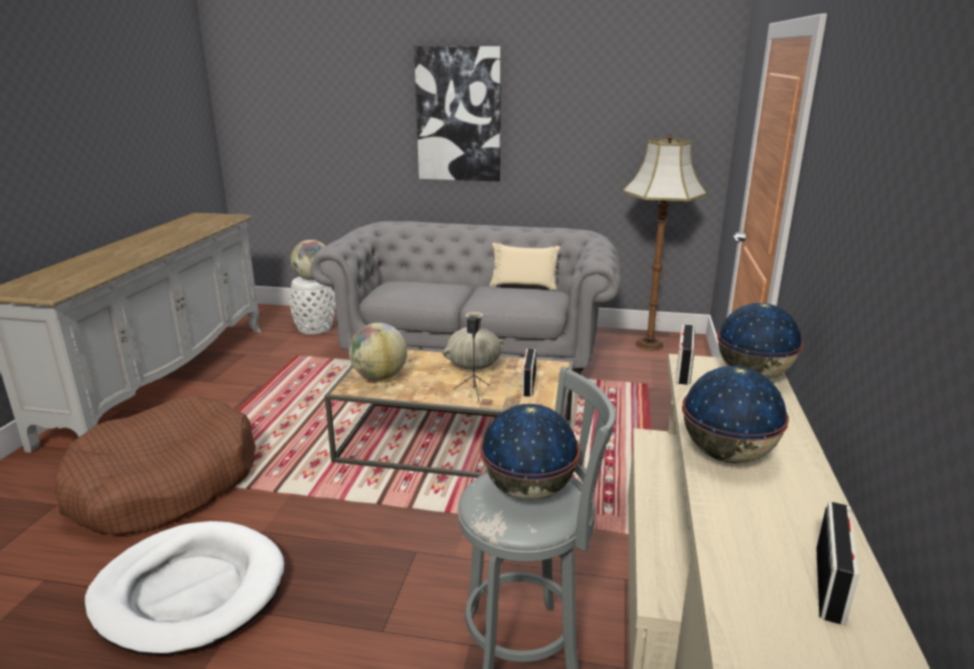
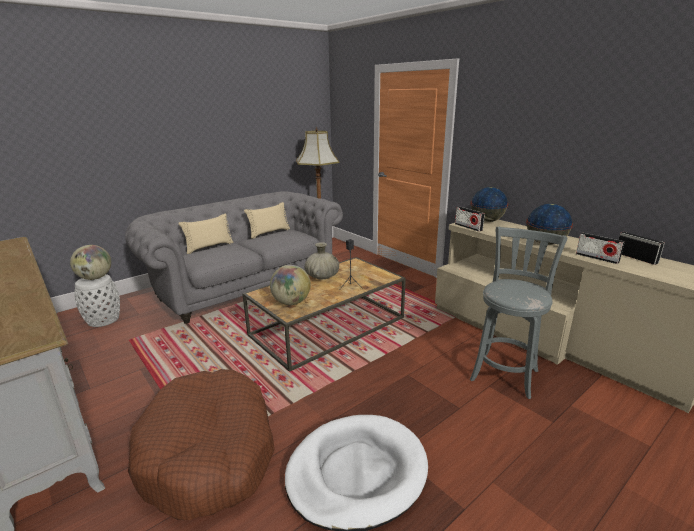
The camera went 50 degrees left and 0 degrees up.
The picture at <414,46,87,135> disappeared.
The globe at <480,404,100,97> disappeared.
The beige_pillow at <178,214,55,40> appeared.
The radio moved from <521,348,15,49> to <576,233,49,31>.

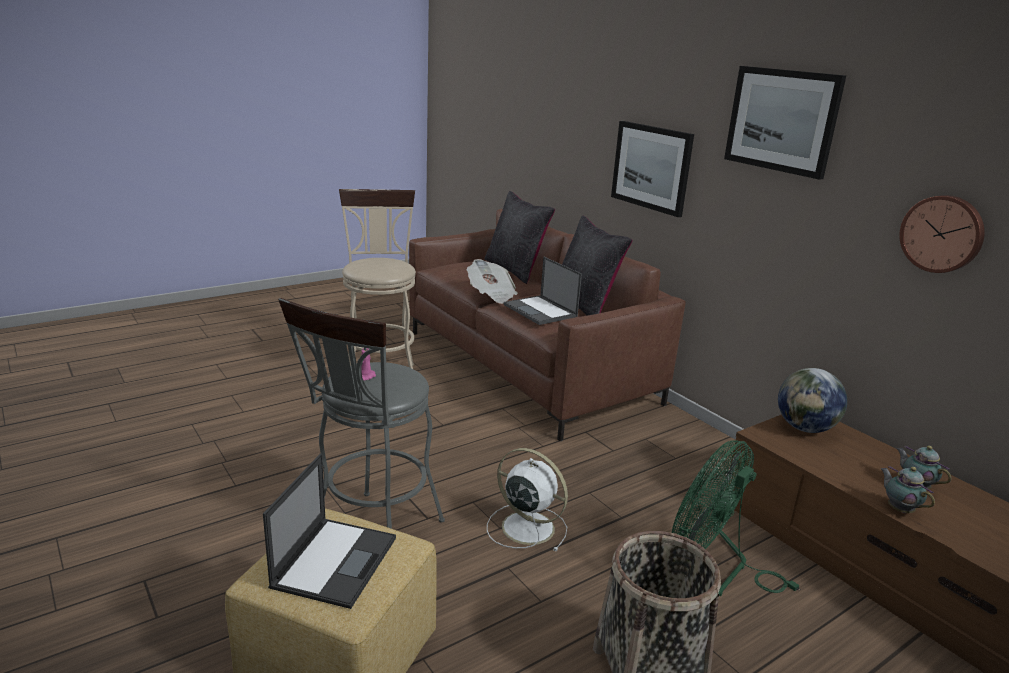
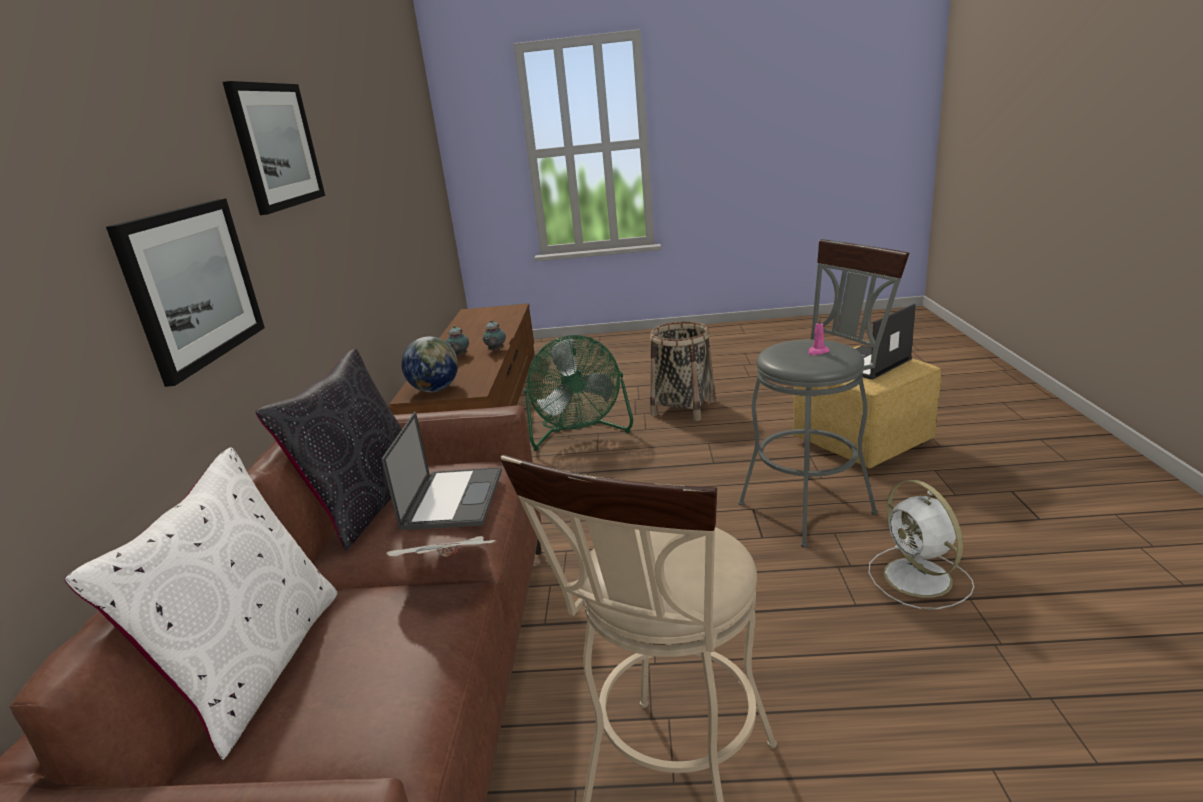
The camera went 140 degrees left and 0 degrees up.
The wall_clock at <899,195,86,78> disappeared.
The white_fan moved from <487,448,81,103> to <869,480,105,129>.
The black_pillow at <484,191,71,93> became the white_pillow at <65,447,273,313>.

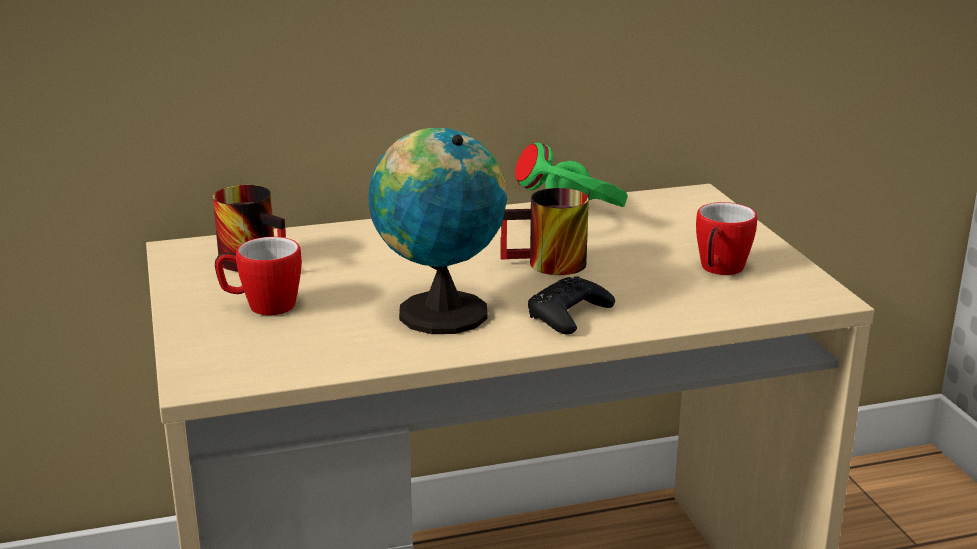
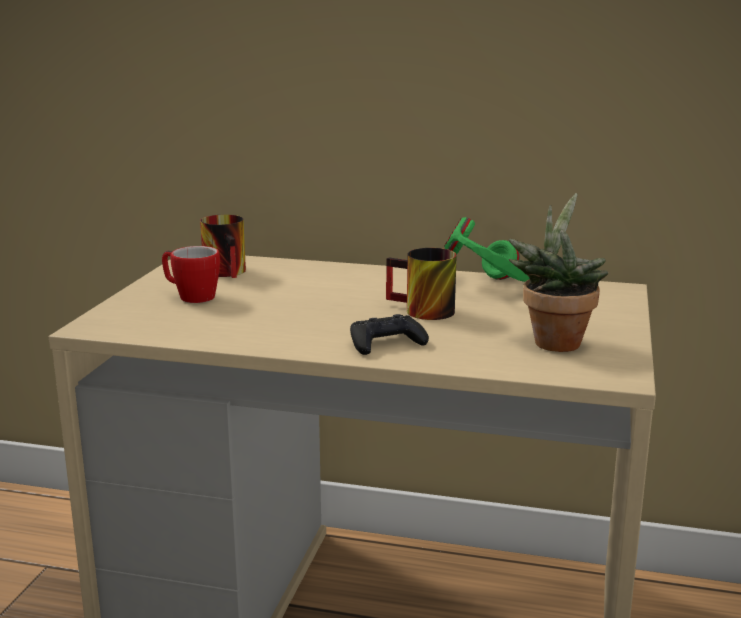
The camera went 30 degrees right and 5 degrees down.
The globe at <368,128,139,206> disappeared.
The mug at <696,202,61,73> was replaced by the potted_plant at <508,193,100,159>.

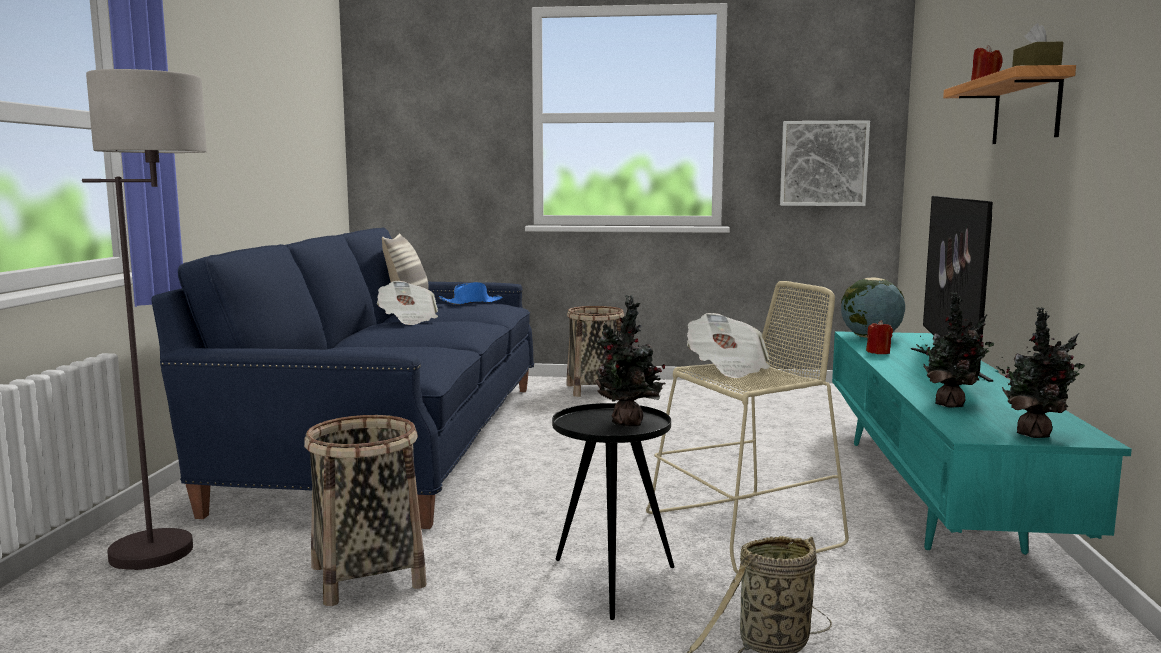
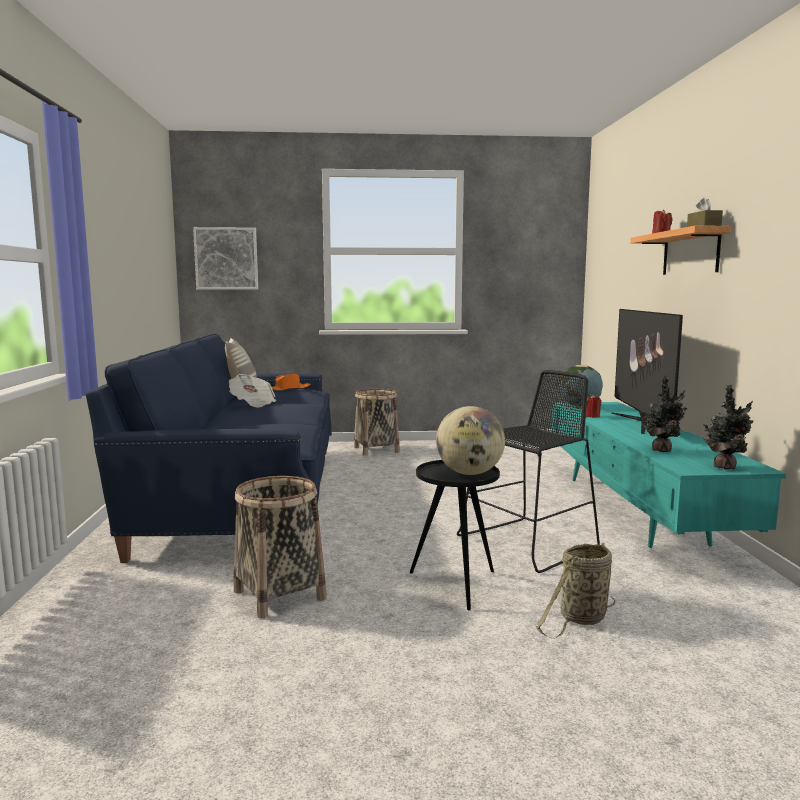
The camera went 10 degrees left and 0 degrees up.
The grey_floor_lamp at <82,69,125,501> disappeared.
The newspaper at <687,313,83,65> disappeared.
The picture moved from <780,120,90,86> to <193,227,65,63>.
The potted_plant at <595,295,71,132> was replaced by the globe at <436,406,69,69>.
The blue_hat at <439,282,64,23> became the orange_hat at <271,374,40,17>.
The beige_stool at <646,281,203,292> became the black_stool at <457,370,143,203>.

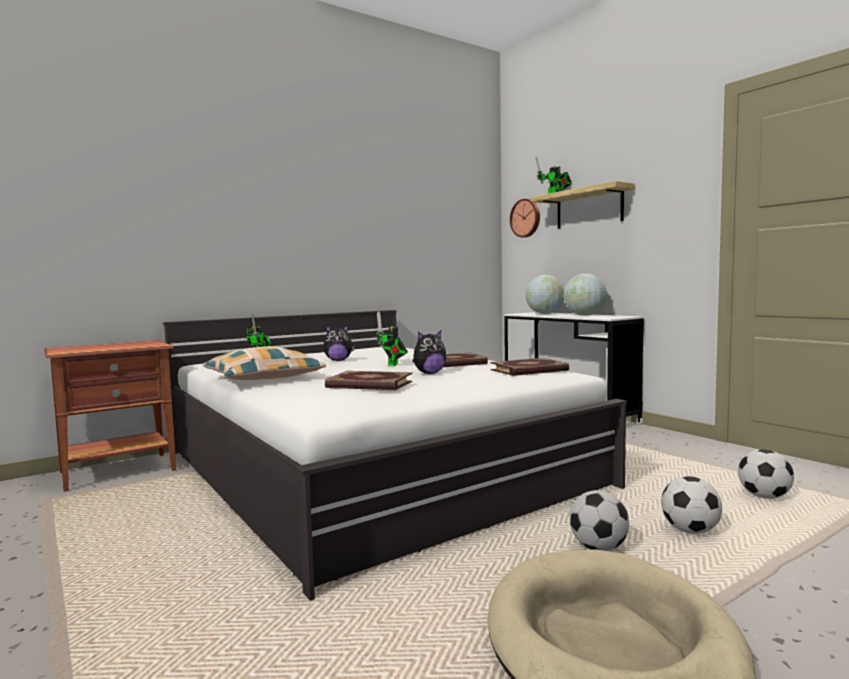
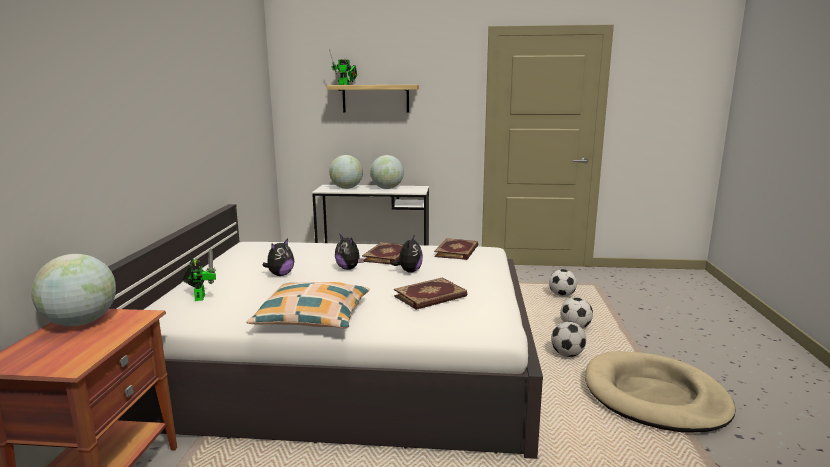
The camera went 50 degrees left and 10 degrees up.
The wall_clock at <510,199,30,39> disappeared.
The globe at <31,254,85,72> appeared.
The toy_robot at <377,311,31,55> was replaced by the plush_toy at <335,234,29,36>.

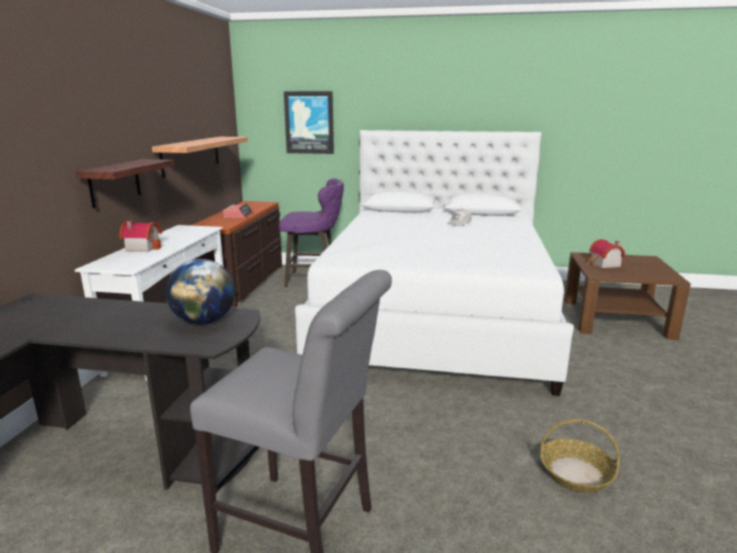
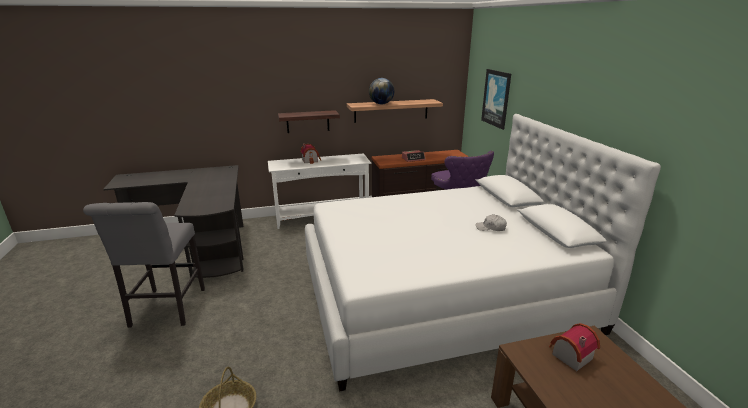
The camera went 65 degrees right and 5 degrees up.
The globe moved from <166,259,69,65> to <369,78,25,26>.

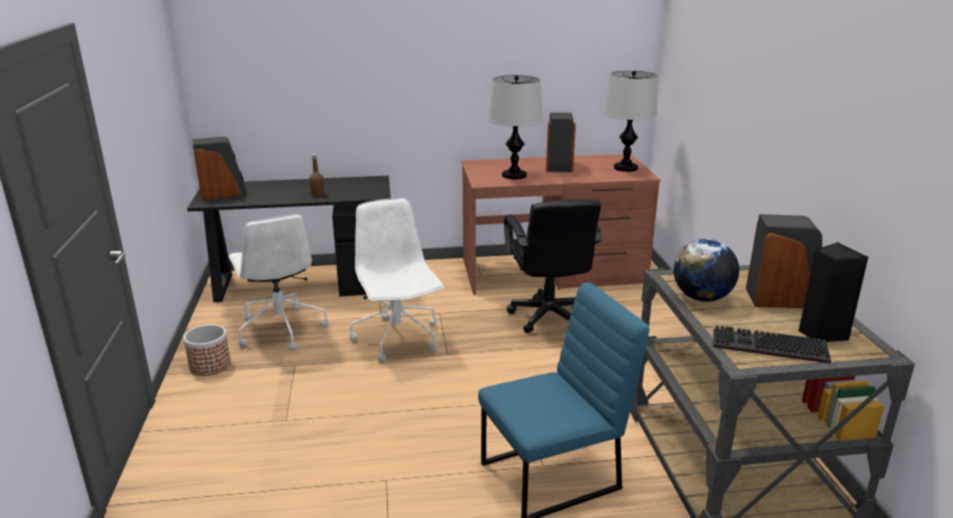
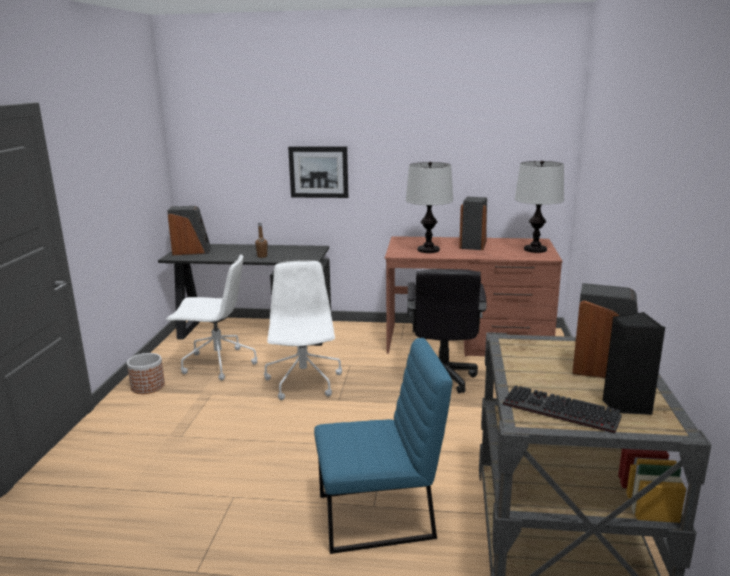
The camera went 15 degrees right and 5 degrees down.
The globe at <673,239,66,63> disappeared.
The picture at <288,146,60,52> appeared.
The white_office_chair at <229,214,99,137> turned 75 degrees counterclockwise.

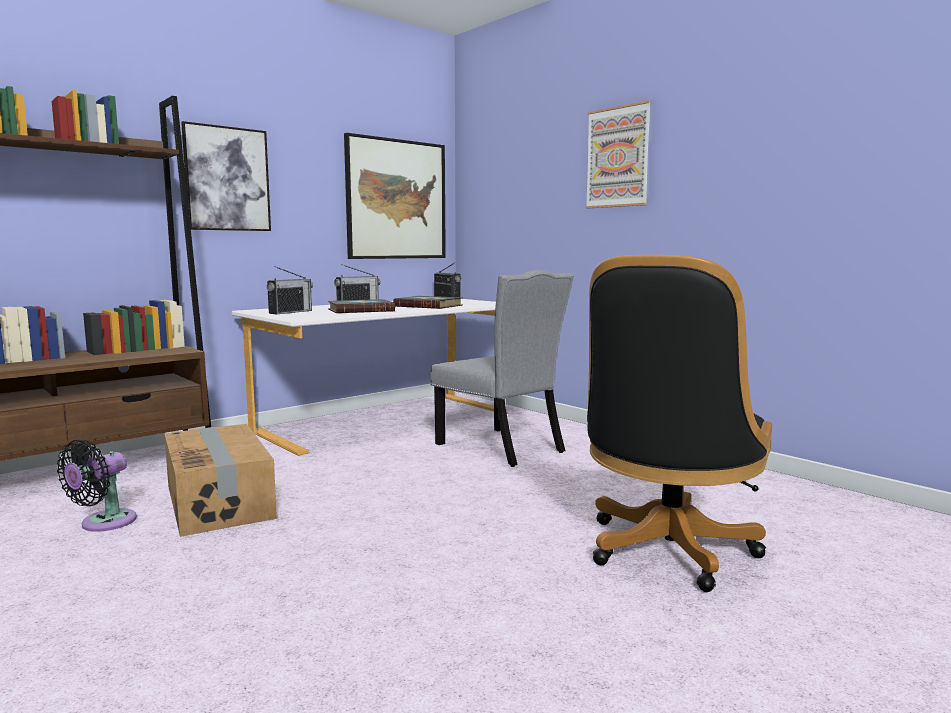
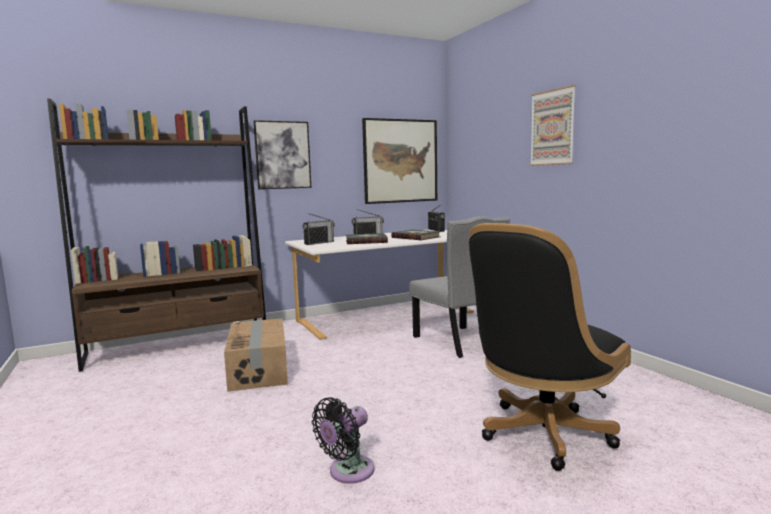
The camera went 15 degrees right and 0 degrees up.
The black_fan moved from <57,440,80,92> to <312,397,63,87>.

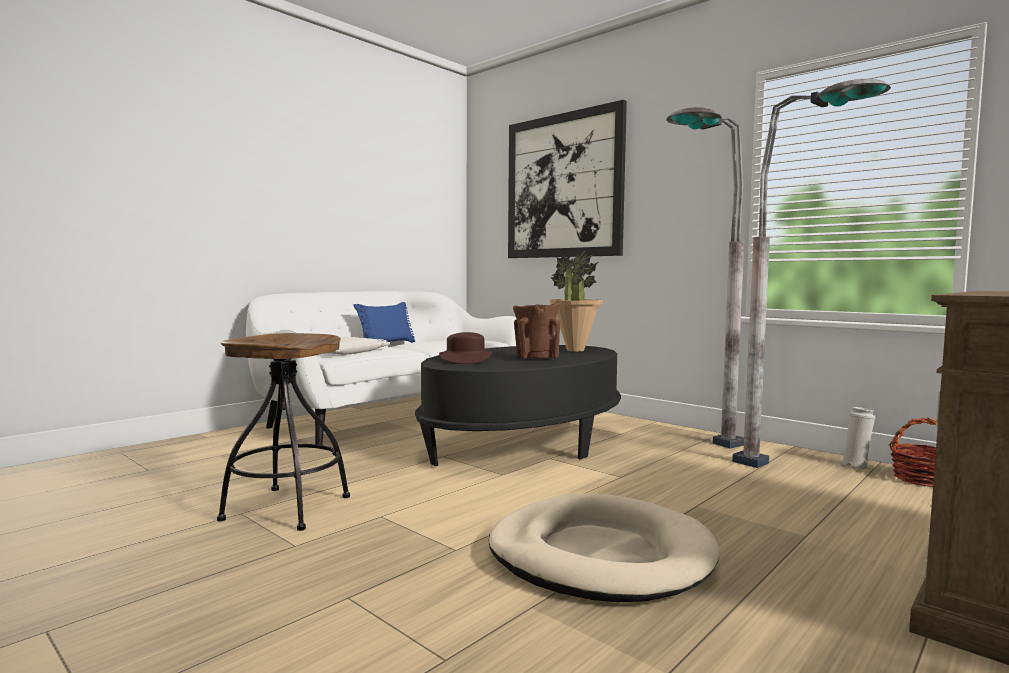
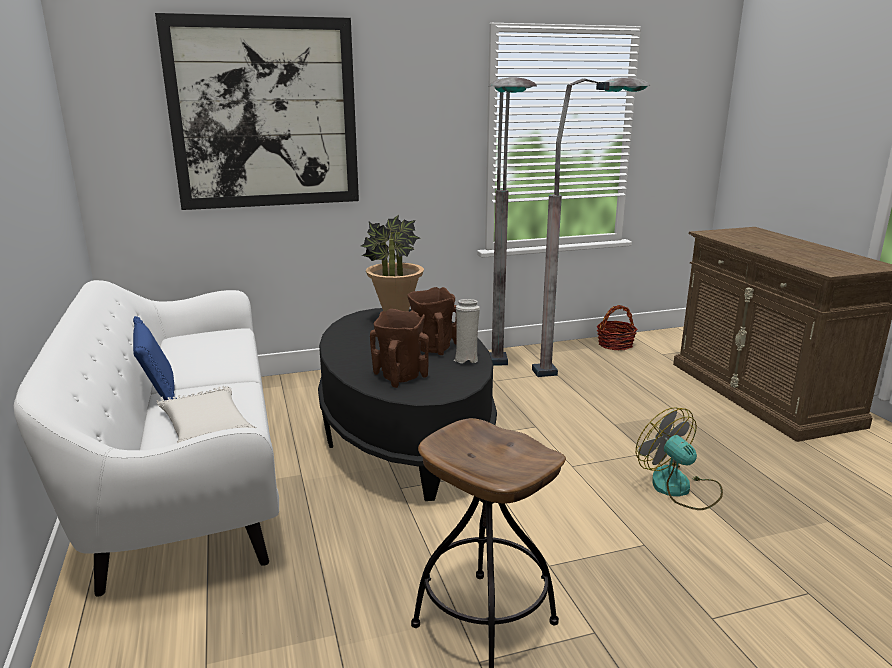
The camera went 60 degrees left and 15 degrees up.
The white_vase moved from <842,407,33,62> to <454,299,26,64>.
The brown_hat at <439,332,53,32> was replaced by the brown_vase at <370,309,59,79>.
The beige_dog_bed at <489,493,231,109> was replaced by the fan at <636,407,87,103>.

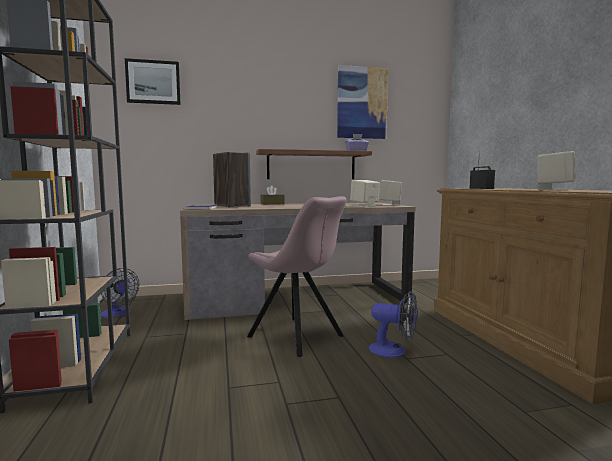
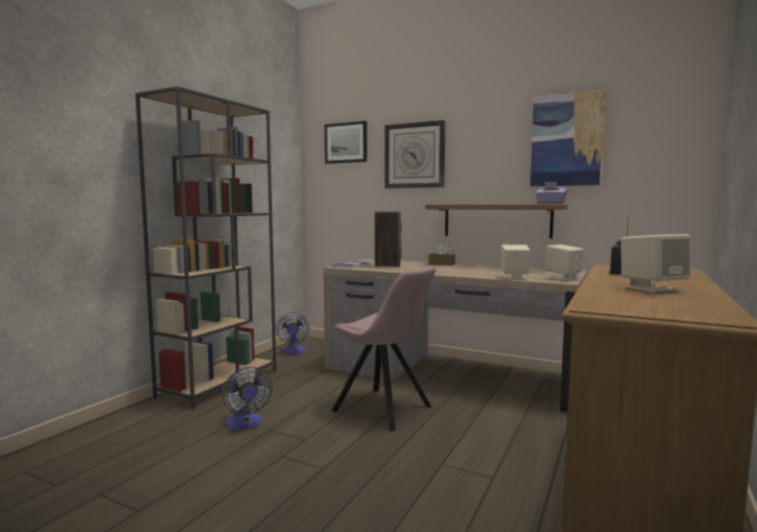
The camera went 40 degrees right and 0 degrees up.
The wall_clock at <385,120,60,68> appeared.
The fan moved from <369,291,48,67> to <222,367,51,62>.
The pink_chair at <247,196,99,161> turned 45 degrees counterclockwise.

